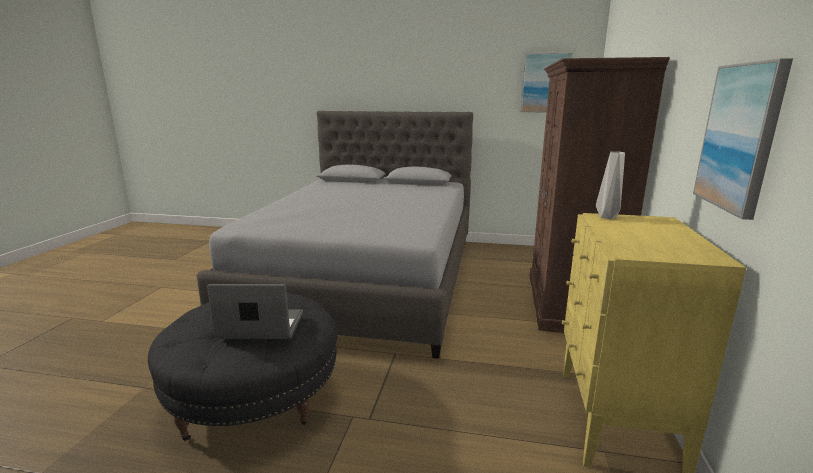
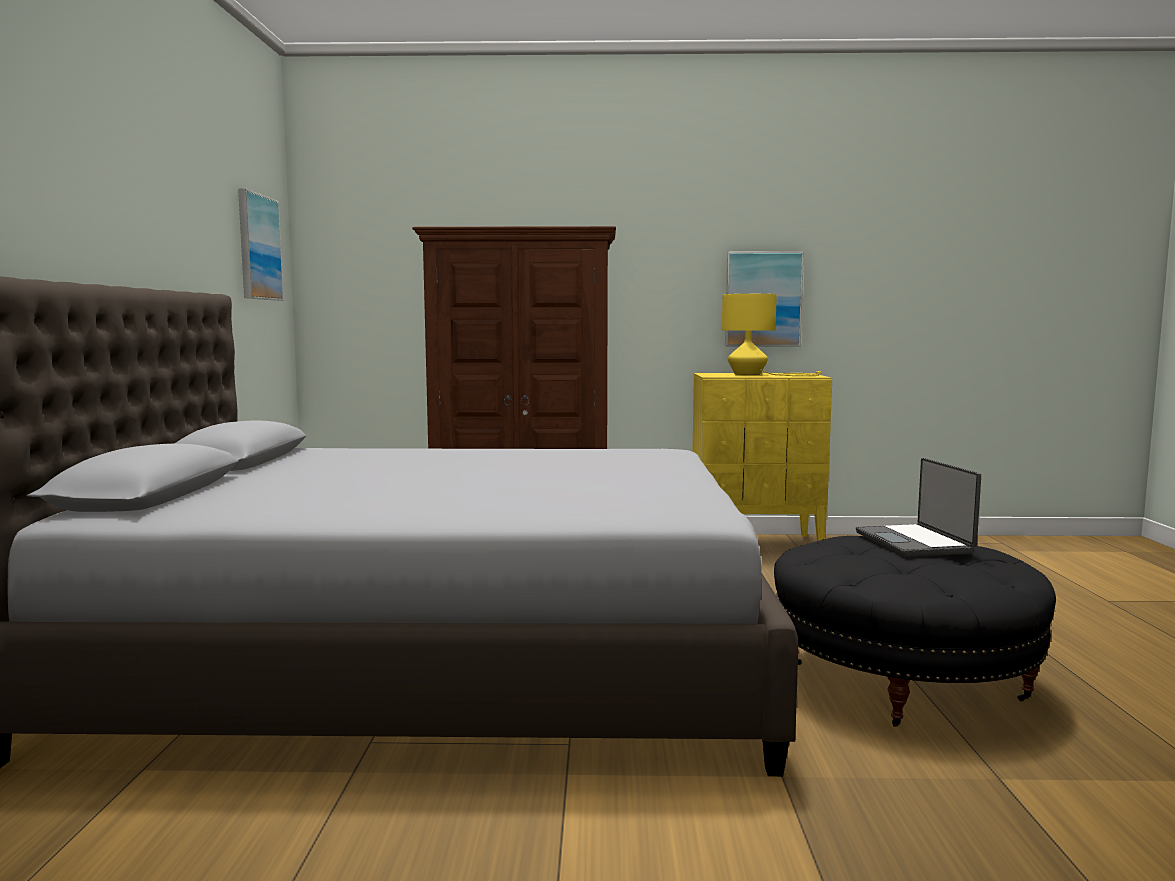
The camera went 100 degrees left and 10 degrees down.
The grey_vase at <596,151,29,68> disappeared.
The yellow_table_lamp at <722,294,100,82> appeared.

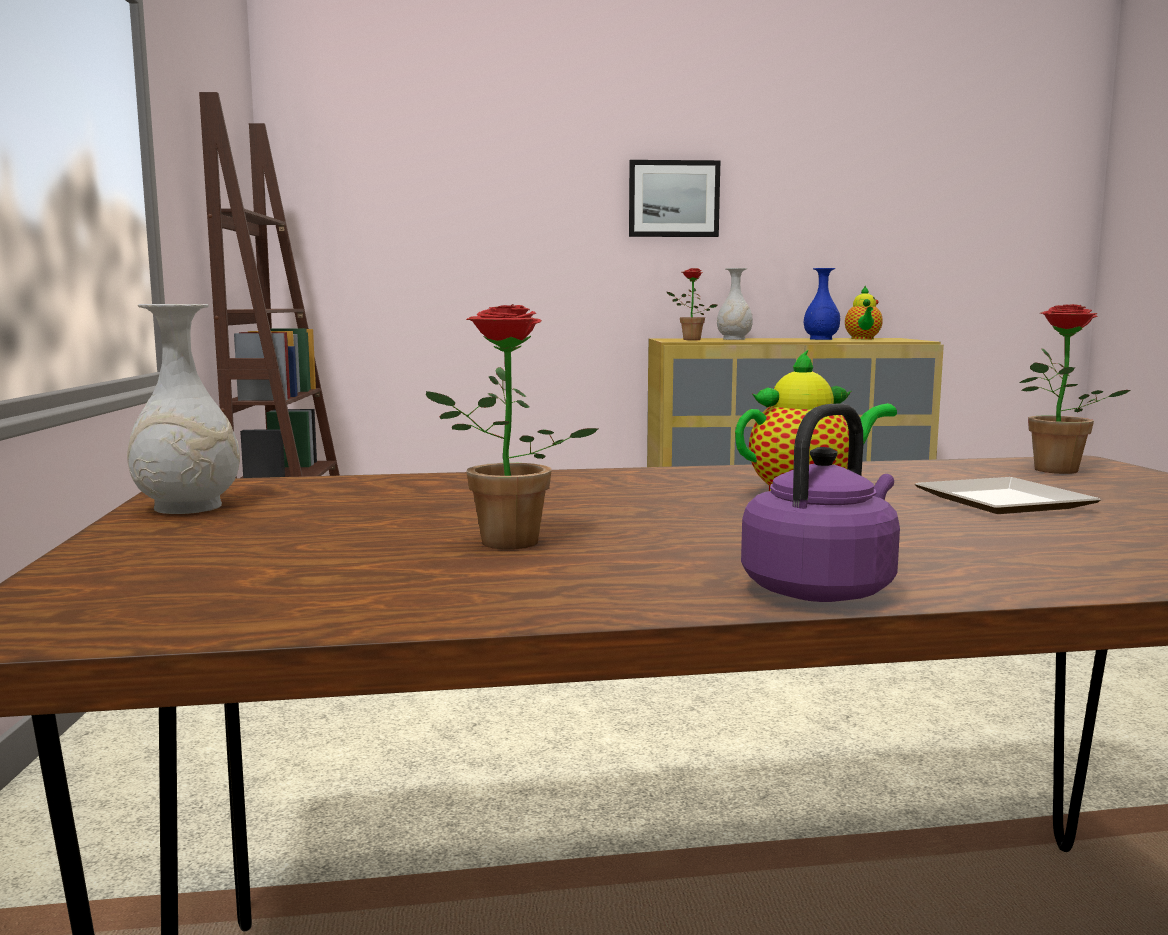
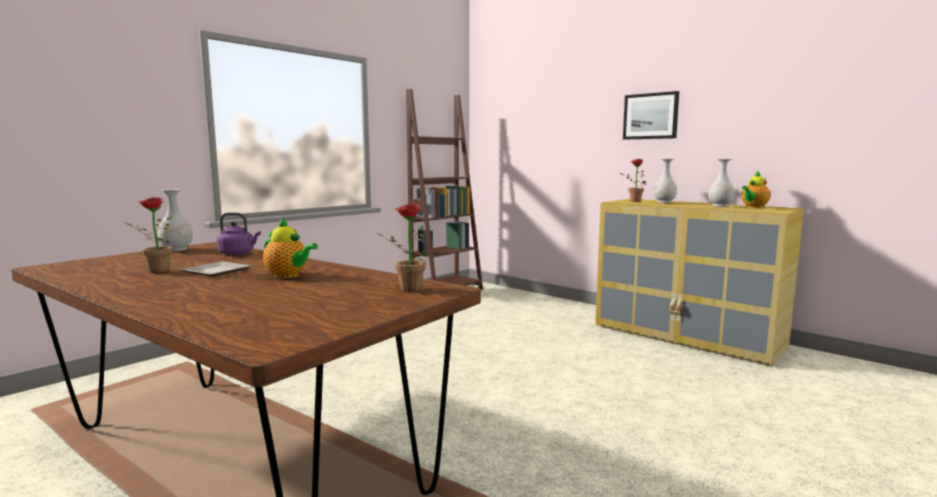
The camera went 45 degrees right and 0 degrees up.
The purple_kettle moved from <741,404,159,198> to <217,212,44,43>.
The plate moved from <915,477,186,37> to <181,261,70,16>.
The blue_vase at <804,268,36,72> became the white_vase at <708,159,27,48>.

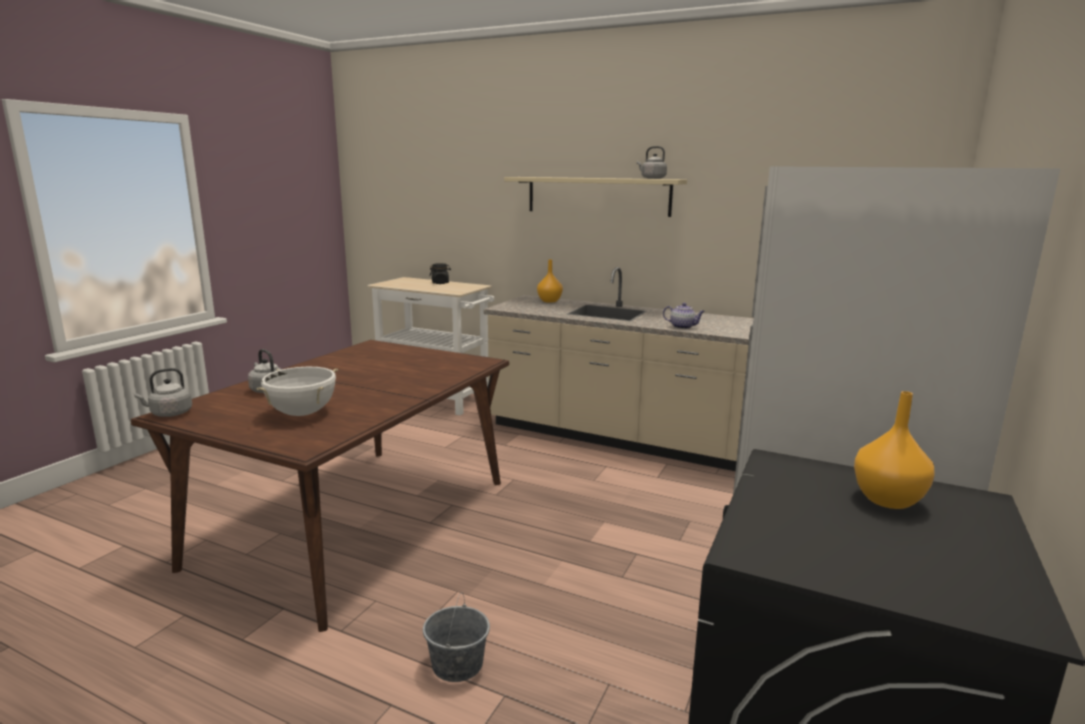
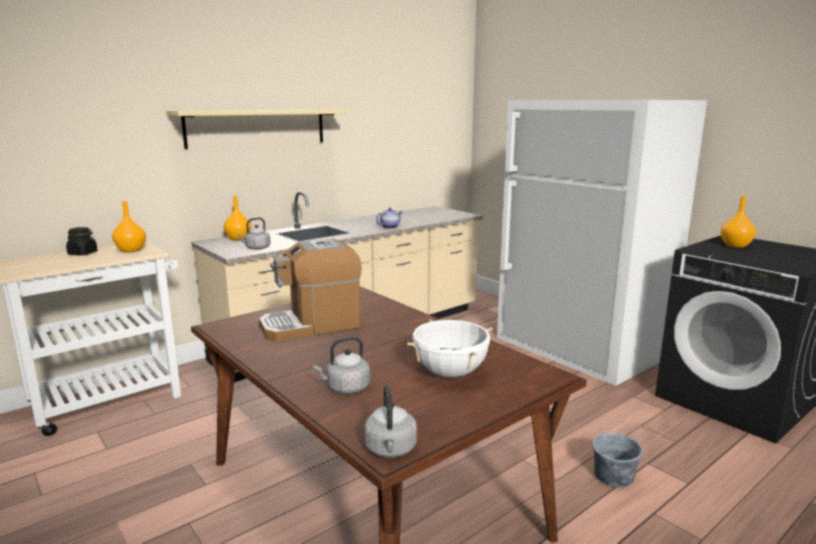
The camera went 65 degrees left and 0 degrees up.
The orange_vase at <112,201,34,51> appeared.
The coffee_machine at <259,239,103,103> appeared.
The grey_kettle moved from <637,146,30,33> to <237,218,34,32>.

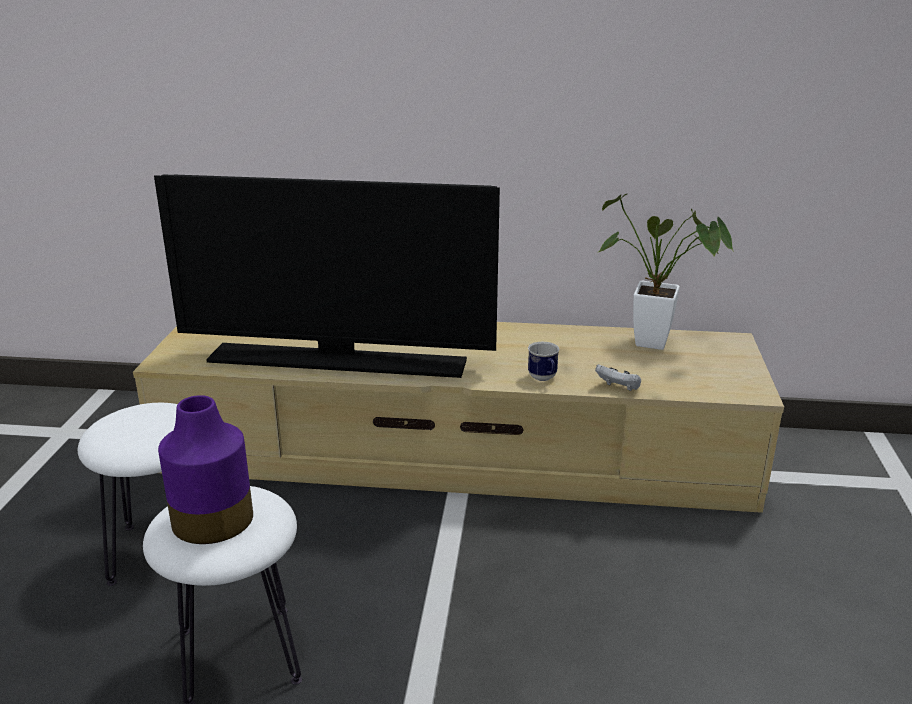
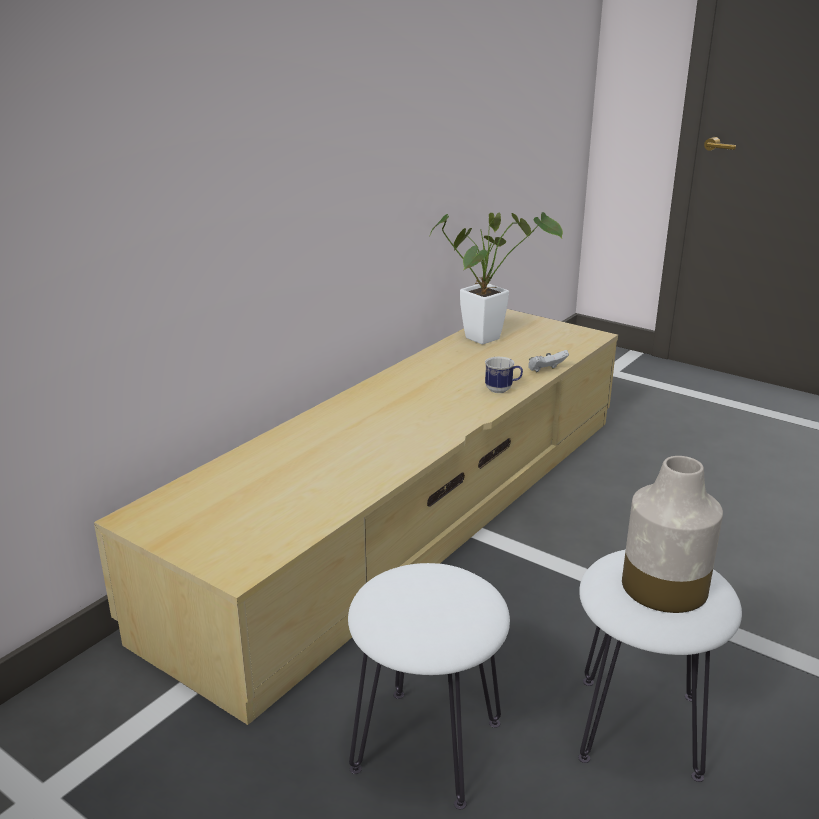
The camera went 60 degrees left and 0 degrees up.
The television at <154,174,346,204> disappeared.
The purple_vase at <158,395,95,149> became the beige_vase at <622,456,101,157>.

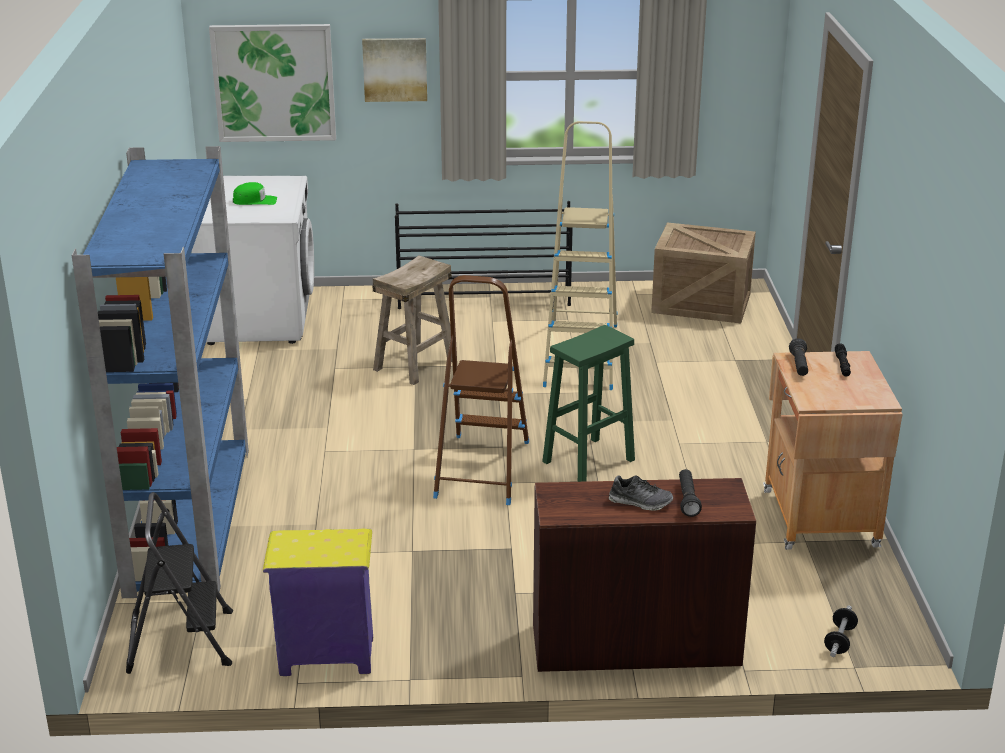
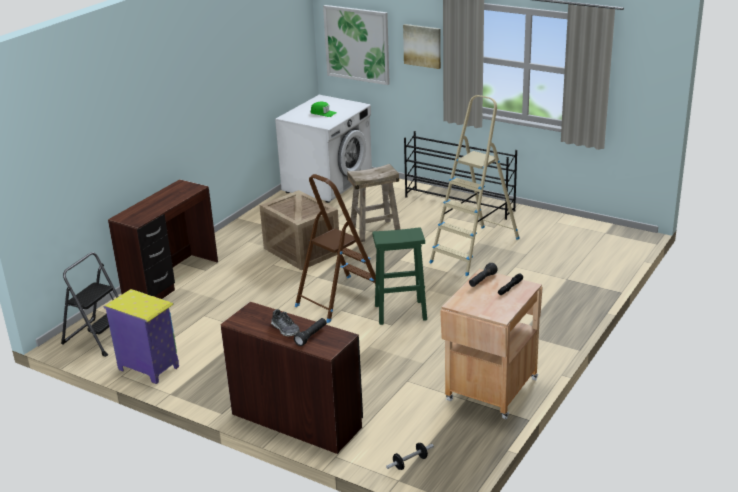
The camera went 35 degrees right and 0 degrees up.
The crate moved from <651,222,105,101> to <260,190,79,80>.
The blue_bookcase at <72,146,177,452> was replaced by the brown_desk at <108,179,110,120>.

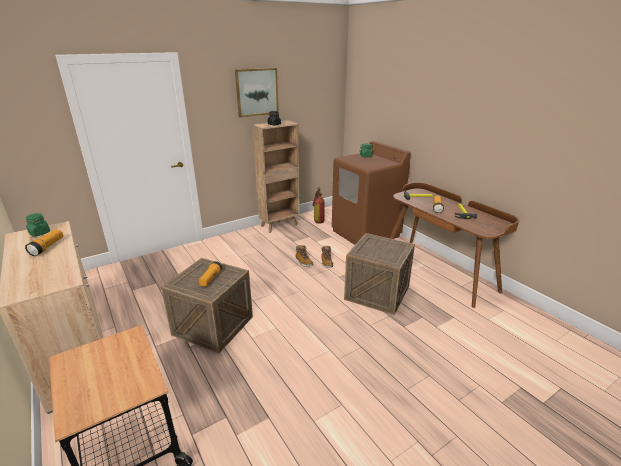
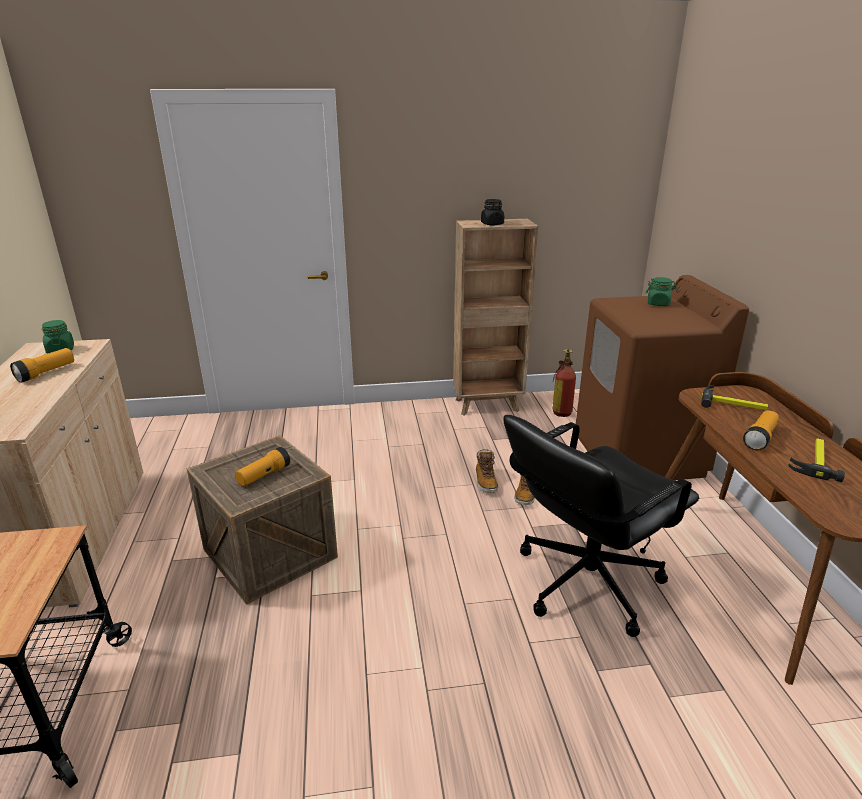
The camera went 25 degrees right and 0 degrees up.
The picture at <235,68,44,49> disappeared.
The crate at <344,233,71,82> was replaced by the black_office_chair at <503,415,196,222>.

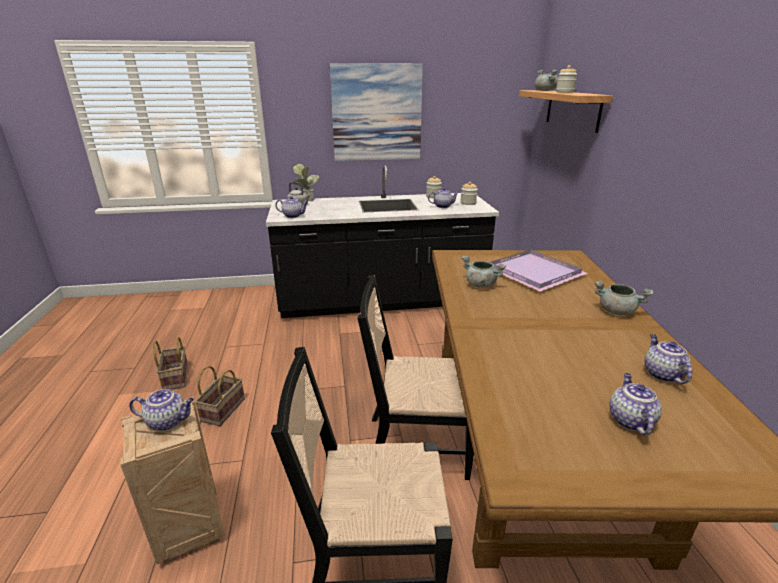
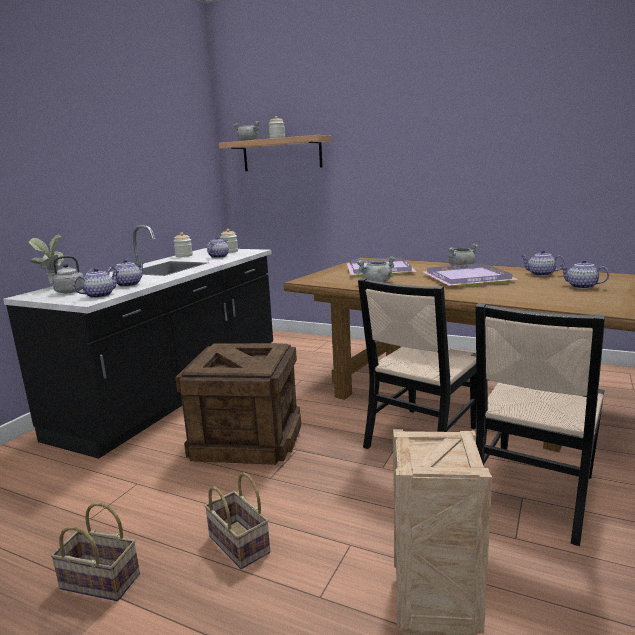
The camera went 55 degrees left and 10 degrees down.
The picture at <330,63,93,98> disappeared.
The crate at <175,343,126,122> appeared.
The purple_tray at <423,263,96,23> appeared.
The teapot moved from <129,389,65,42> to <107,259,38,28>.

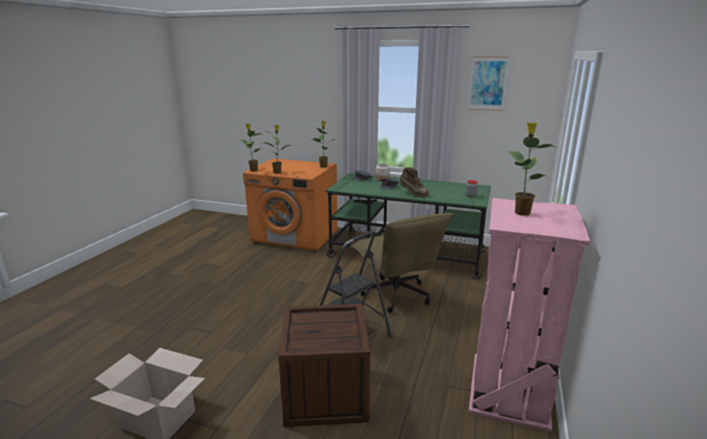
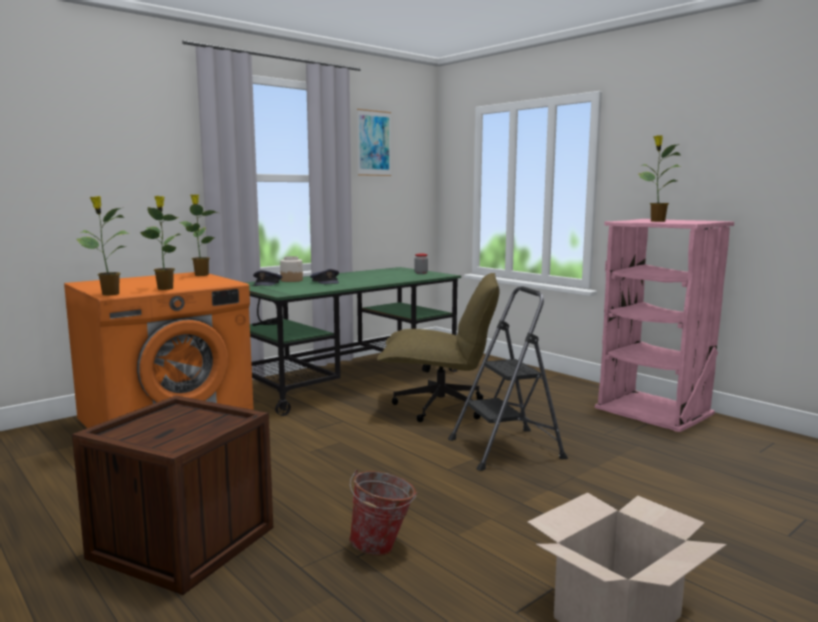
The camera went 60 degrees left and 10 degrees down.
The brown_boot at <400,167,29,30> disappeared.
The bucket at <349,470,68,86> appeared.
The crate moved from <278,304,92,123> to <72,396,201,199>.

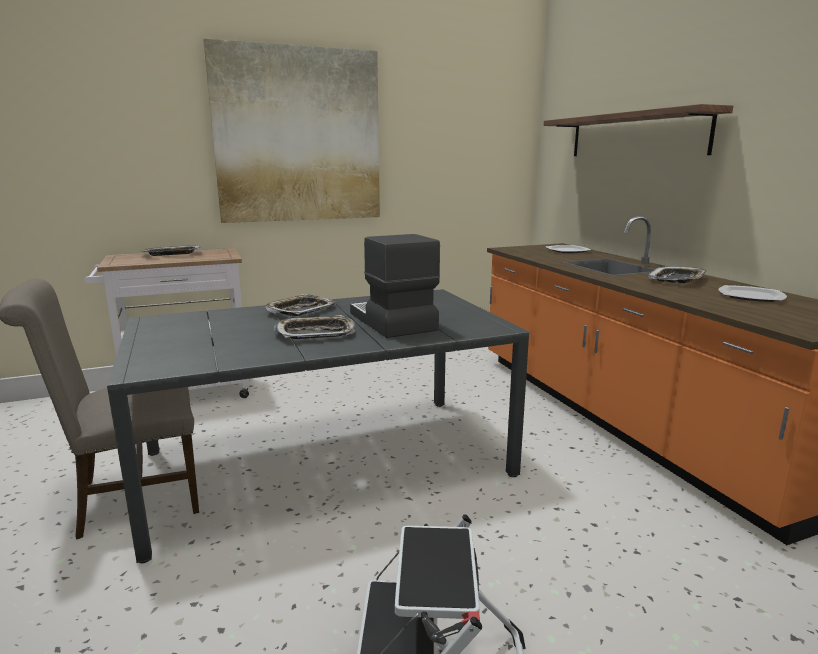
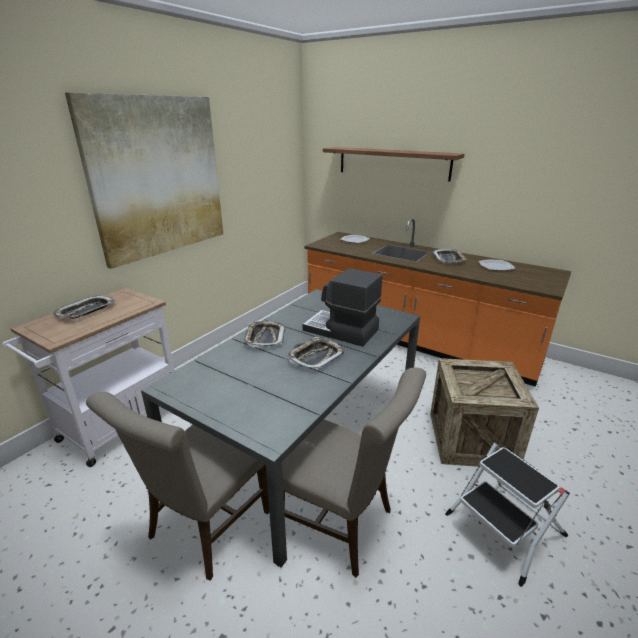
The camera went 35 degrees left and 10 degrees up.
The beige_chair at <282,367,144,211> appeared.
The crate at <430,358,109,109> appeared.

